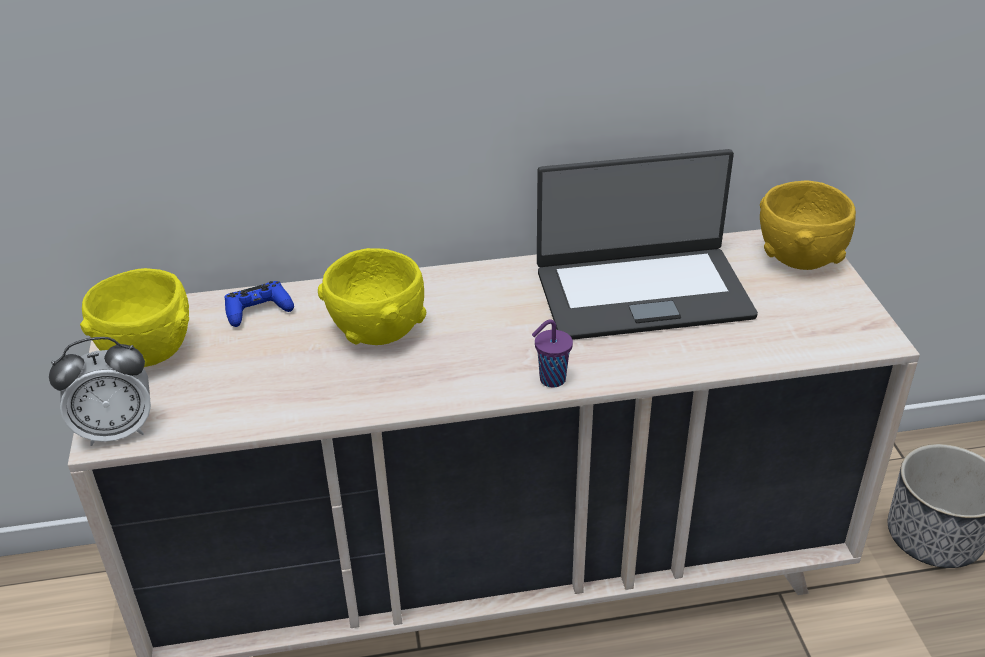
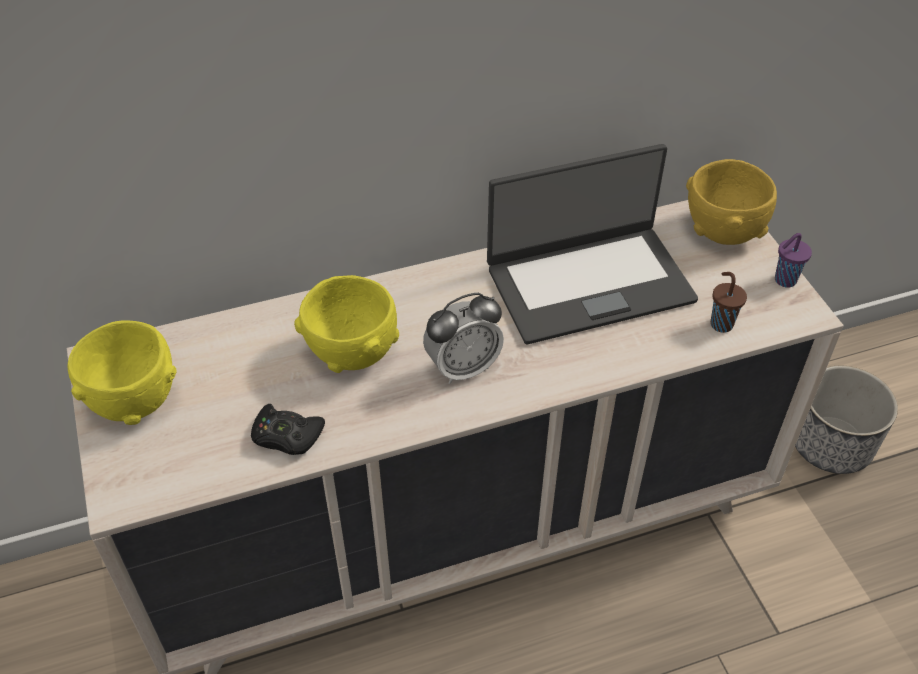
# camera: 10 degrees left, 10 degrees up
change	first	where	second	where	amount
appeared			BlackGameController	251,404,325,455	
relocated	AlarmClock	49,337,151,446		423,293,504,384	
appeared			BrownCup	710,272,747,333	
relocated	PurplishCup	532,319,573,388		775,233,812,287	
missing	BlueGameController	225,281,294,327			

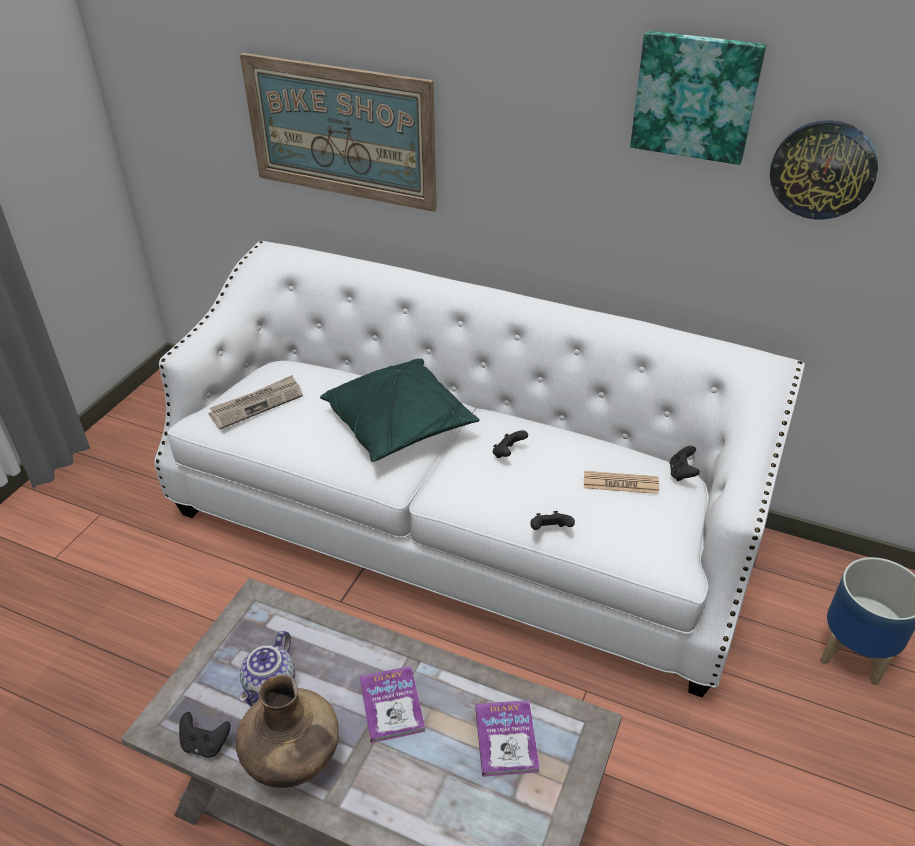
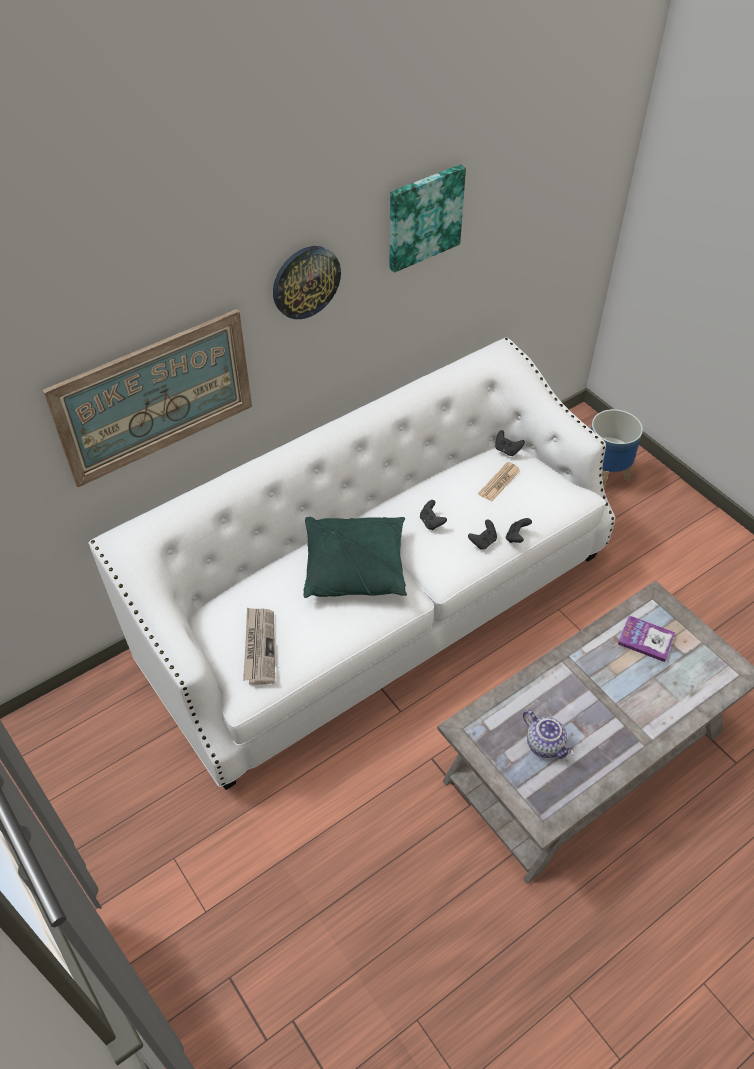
# camera: 60 degrees left, 10 degrees up
change	first	where	second	where	amount
relocated	ClockOnTheWall	770,120,878,219		273,246,341,319	
relocated	BlackGameController	179,712,231,758		468,520,497,550	
missing	BrownVase	236,675,339,788			
missing	BoundBook	360,666,426,743			

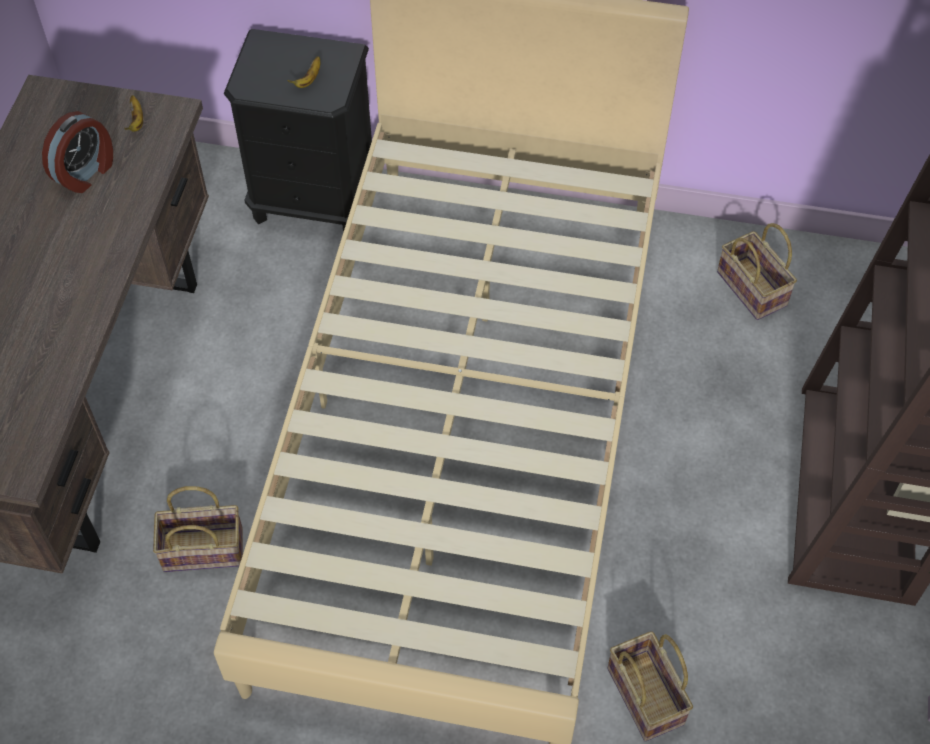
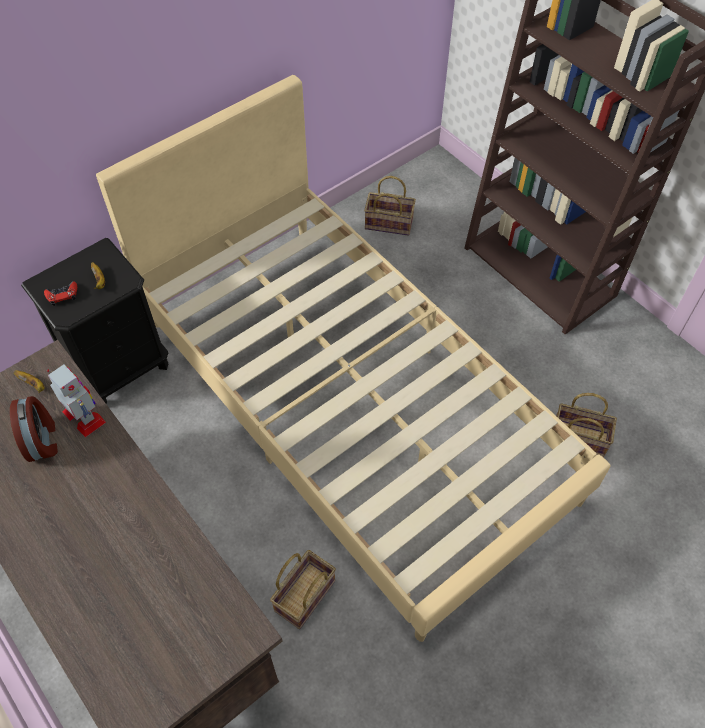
# camera: 50 degrees left, 0 degrees up
change	first	where	second	where	amount
appeared			ReddishGameController	44,281,77,306	
appeared			RobotFigure	47,364,106,437	

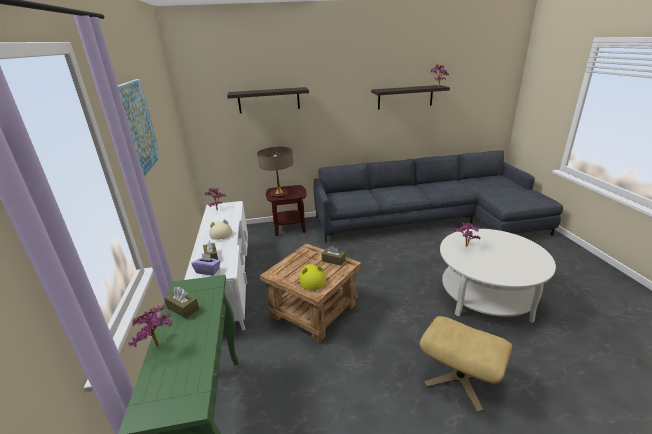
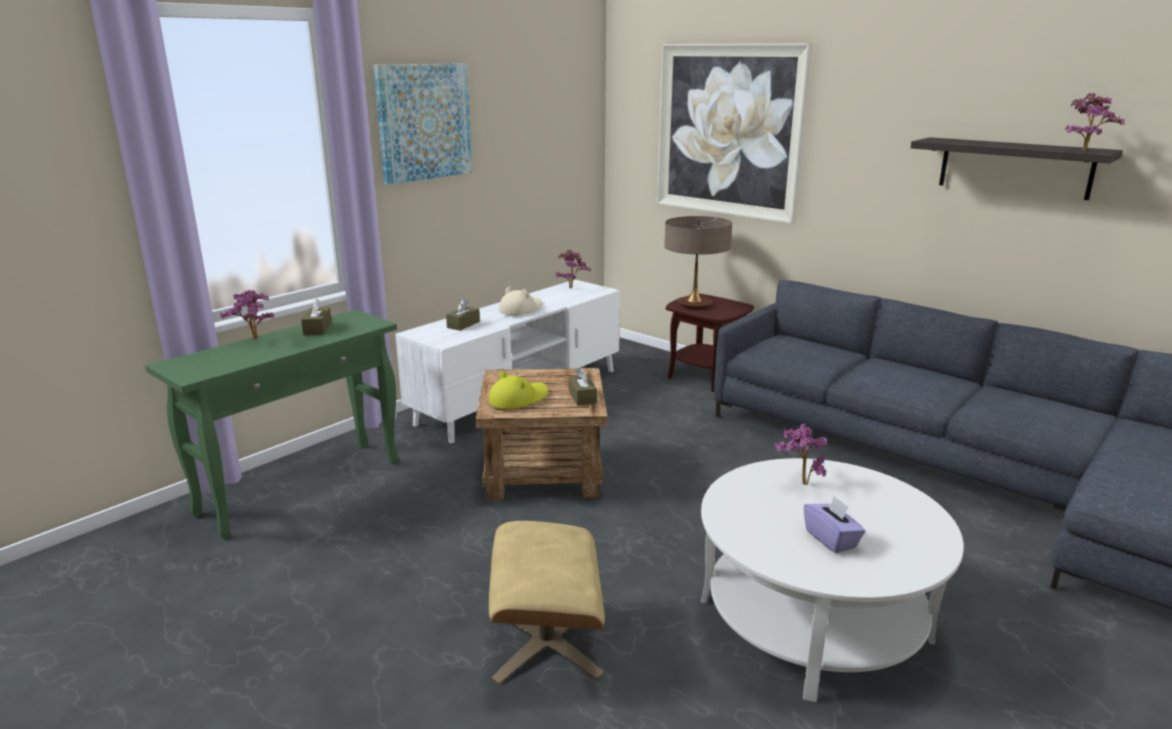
# camera: 50 degrees right, 5 degrees down
change	first	where	second	where	amount
exchanged	WallShelf	227,87,309,113	WallArt	657,43,813,224	
relocated	PurplishTissueBox	191,254,221,275		804,496,866,553	

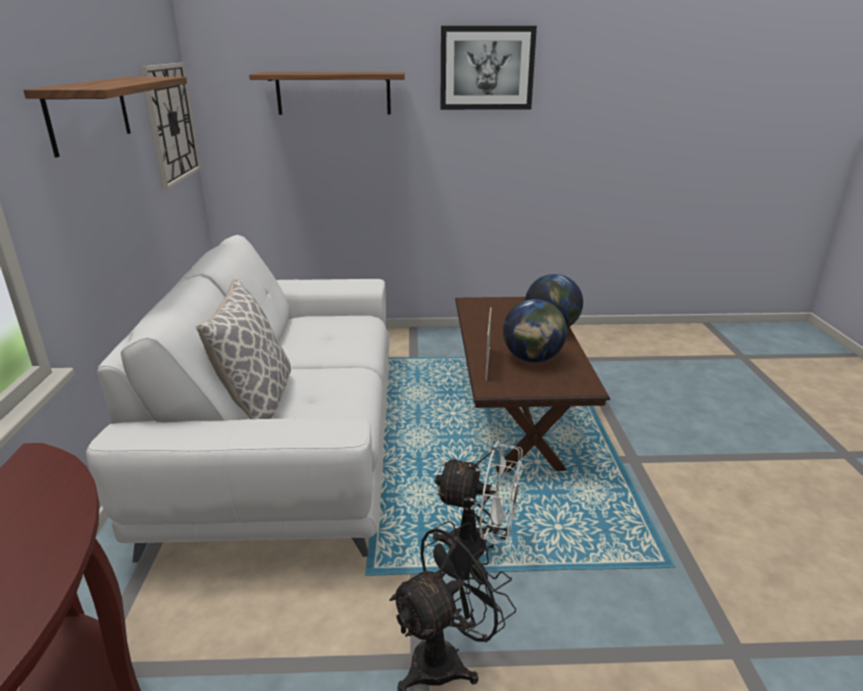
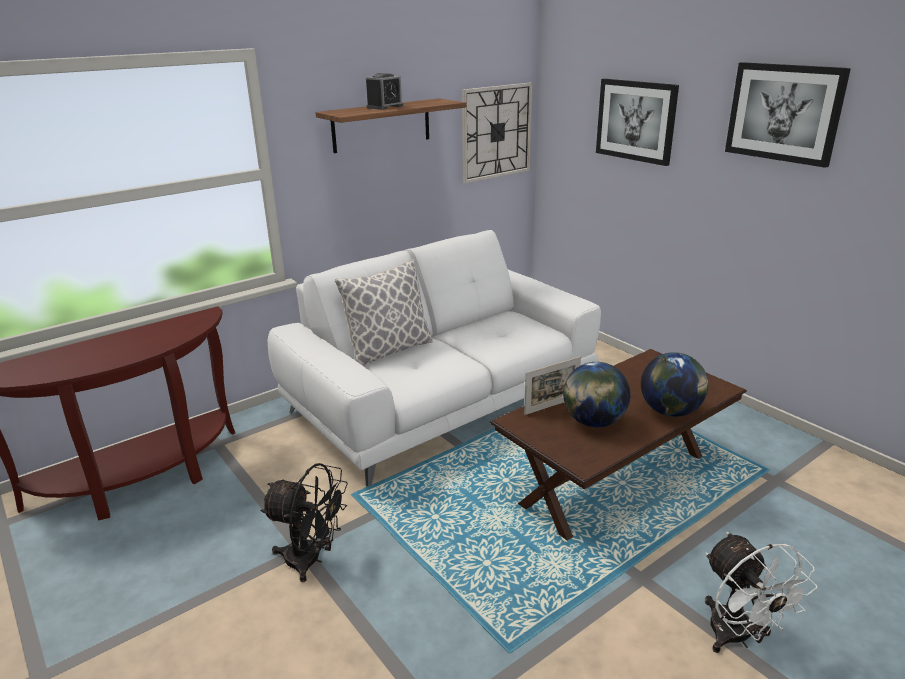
# camera: 55 degrees right, 0 degrees up
change	first	where	second	where	amount
appeared			AlarmClock	366,73,403,110	
exchanged	WallShelf	249,72,405,115	WallArt	596,79,679,166	
relocated	WhitishCoolingFan	433,441,523,560		705,532,817,653	

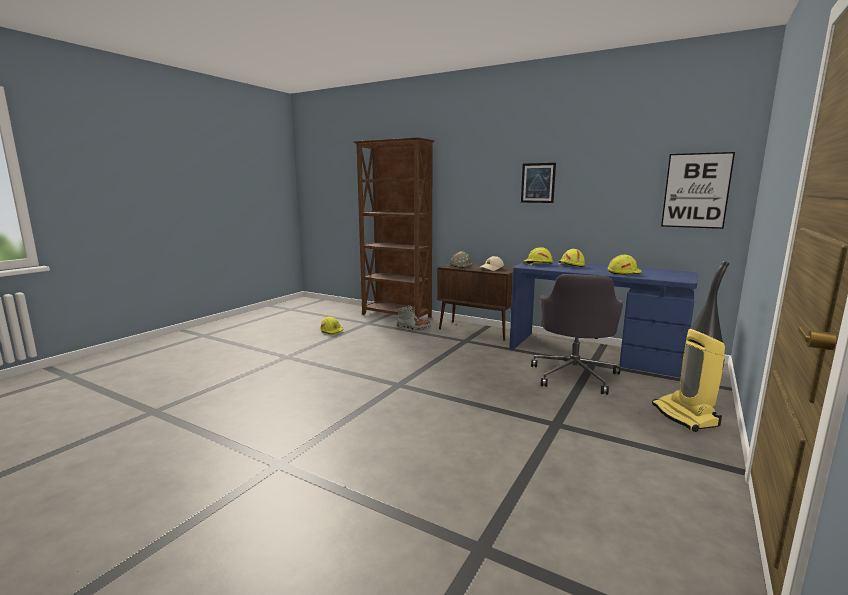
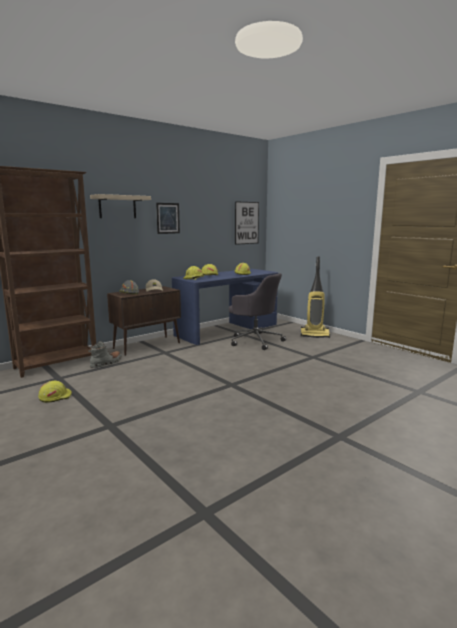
# camera: 70 degrees left, 0 degrees up
change	first	where	second	where	amount
appeared			BeigeColouredWallShelf	90,194,151,218	

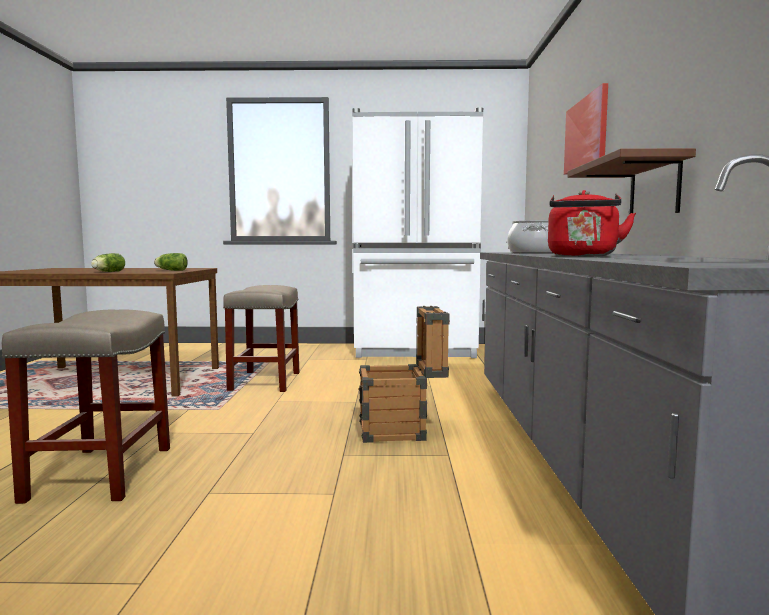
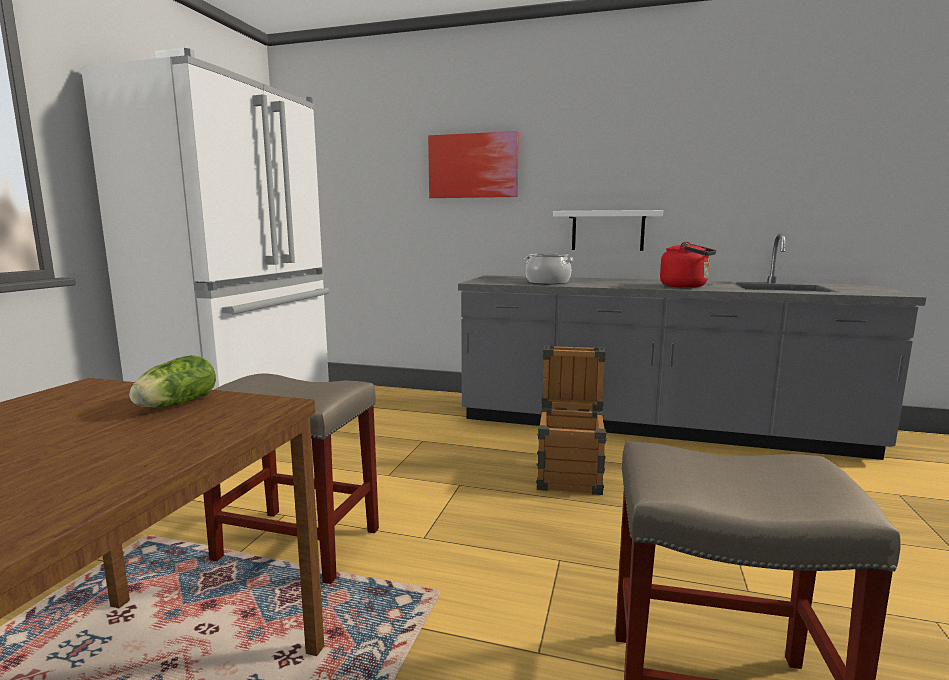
# camera: 75 degrees left, 5 degrees up
change	first	where	second	where	amount
colour	BrownWallShelf	567,148,696,213	WhitishWallShelf	553,210,663,251	
missing	HeadOfLettuce	91,253,125,272			

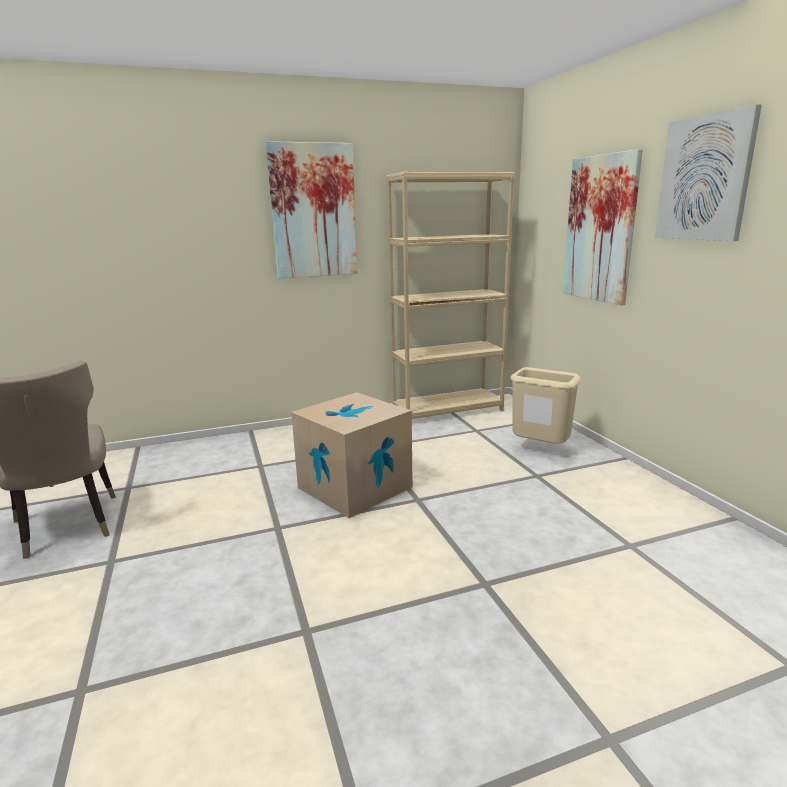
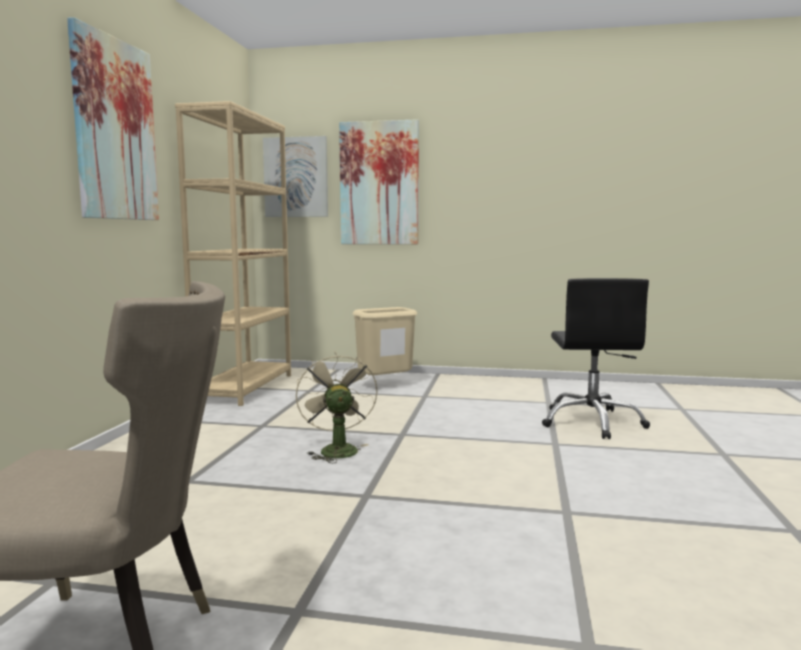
# camera: 60 degrees left, 10 degrees down
change	first	where	second	where	amount
relocated	WallArt	655,104,762,241		263,136,328,217	
exchanged	PackingBox	291,392,413,518	BeigeColouredCoolingFan	296,352,378,463	
appeared			BlackComputerChair	542,278,650,439	

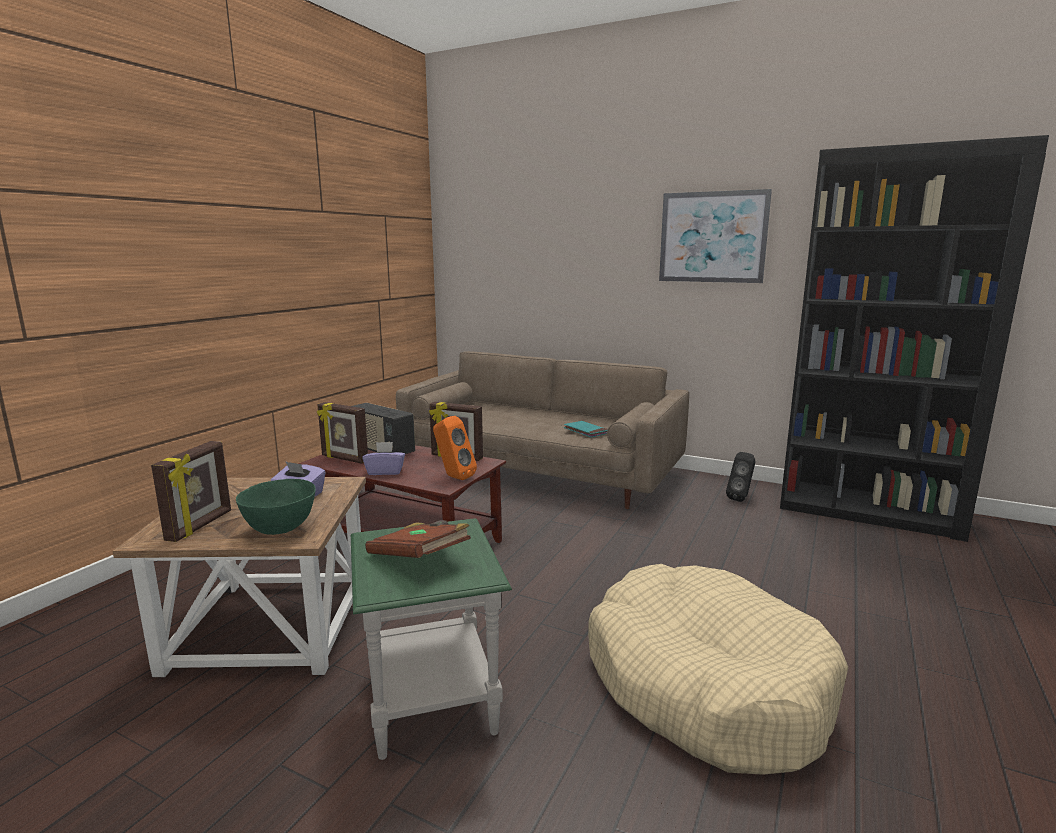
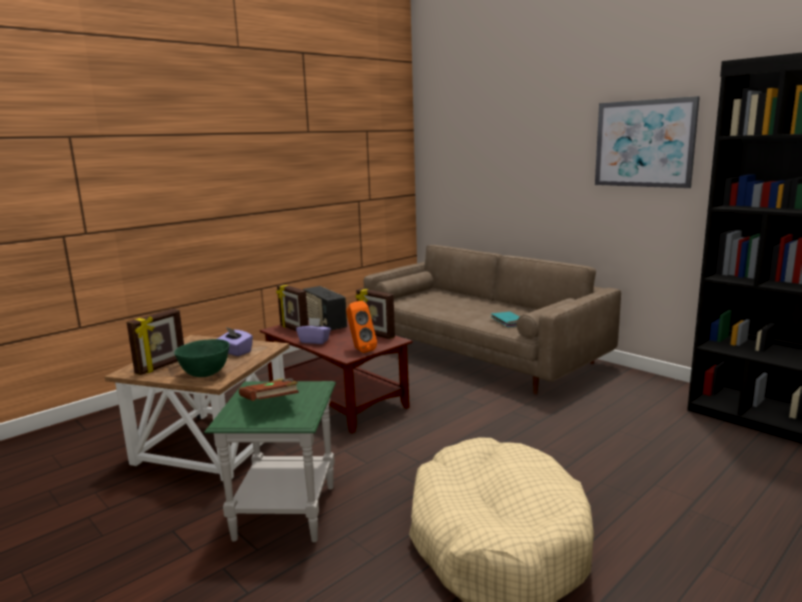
# camera: 20 degrees right, 0 degrees up
change	first	where	second	where	amount
missing	BlackSpeaker	726,452,756,502			

